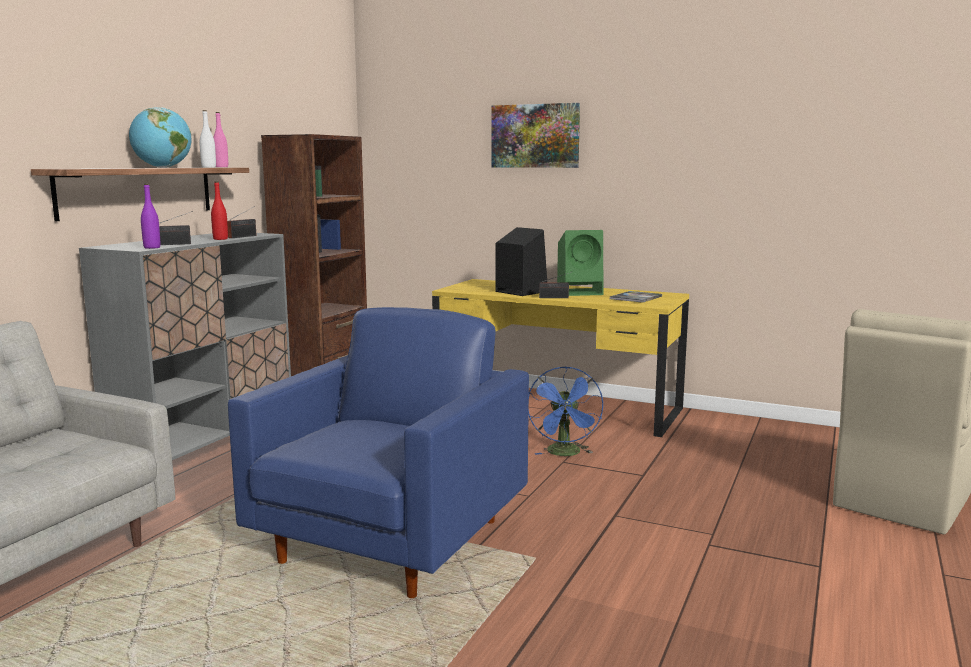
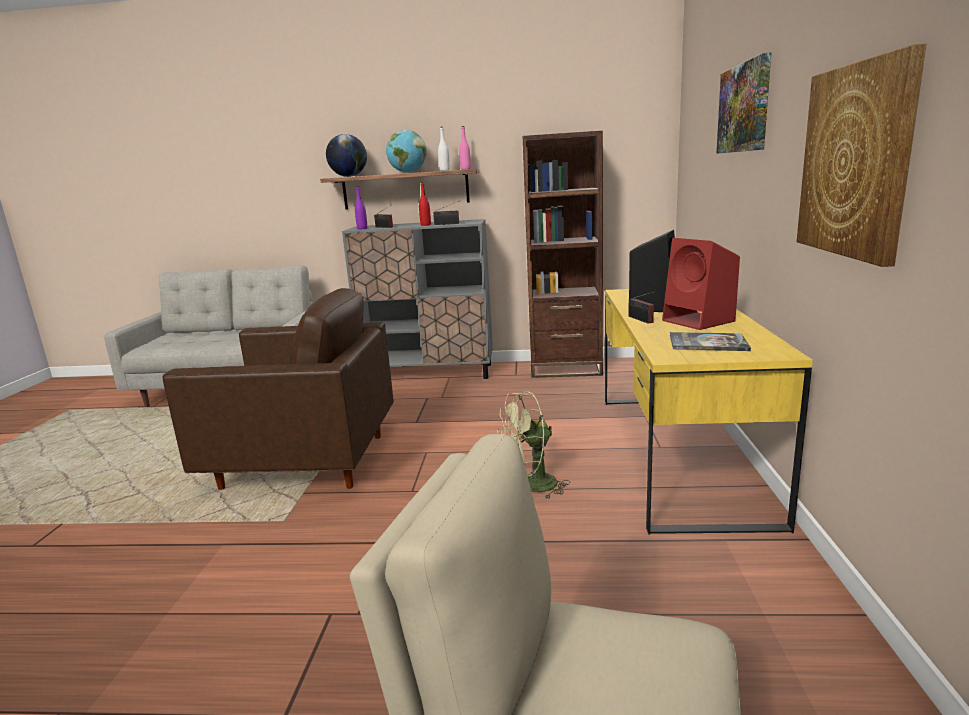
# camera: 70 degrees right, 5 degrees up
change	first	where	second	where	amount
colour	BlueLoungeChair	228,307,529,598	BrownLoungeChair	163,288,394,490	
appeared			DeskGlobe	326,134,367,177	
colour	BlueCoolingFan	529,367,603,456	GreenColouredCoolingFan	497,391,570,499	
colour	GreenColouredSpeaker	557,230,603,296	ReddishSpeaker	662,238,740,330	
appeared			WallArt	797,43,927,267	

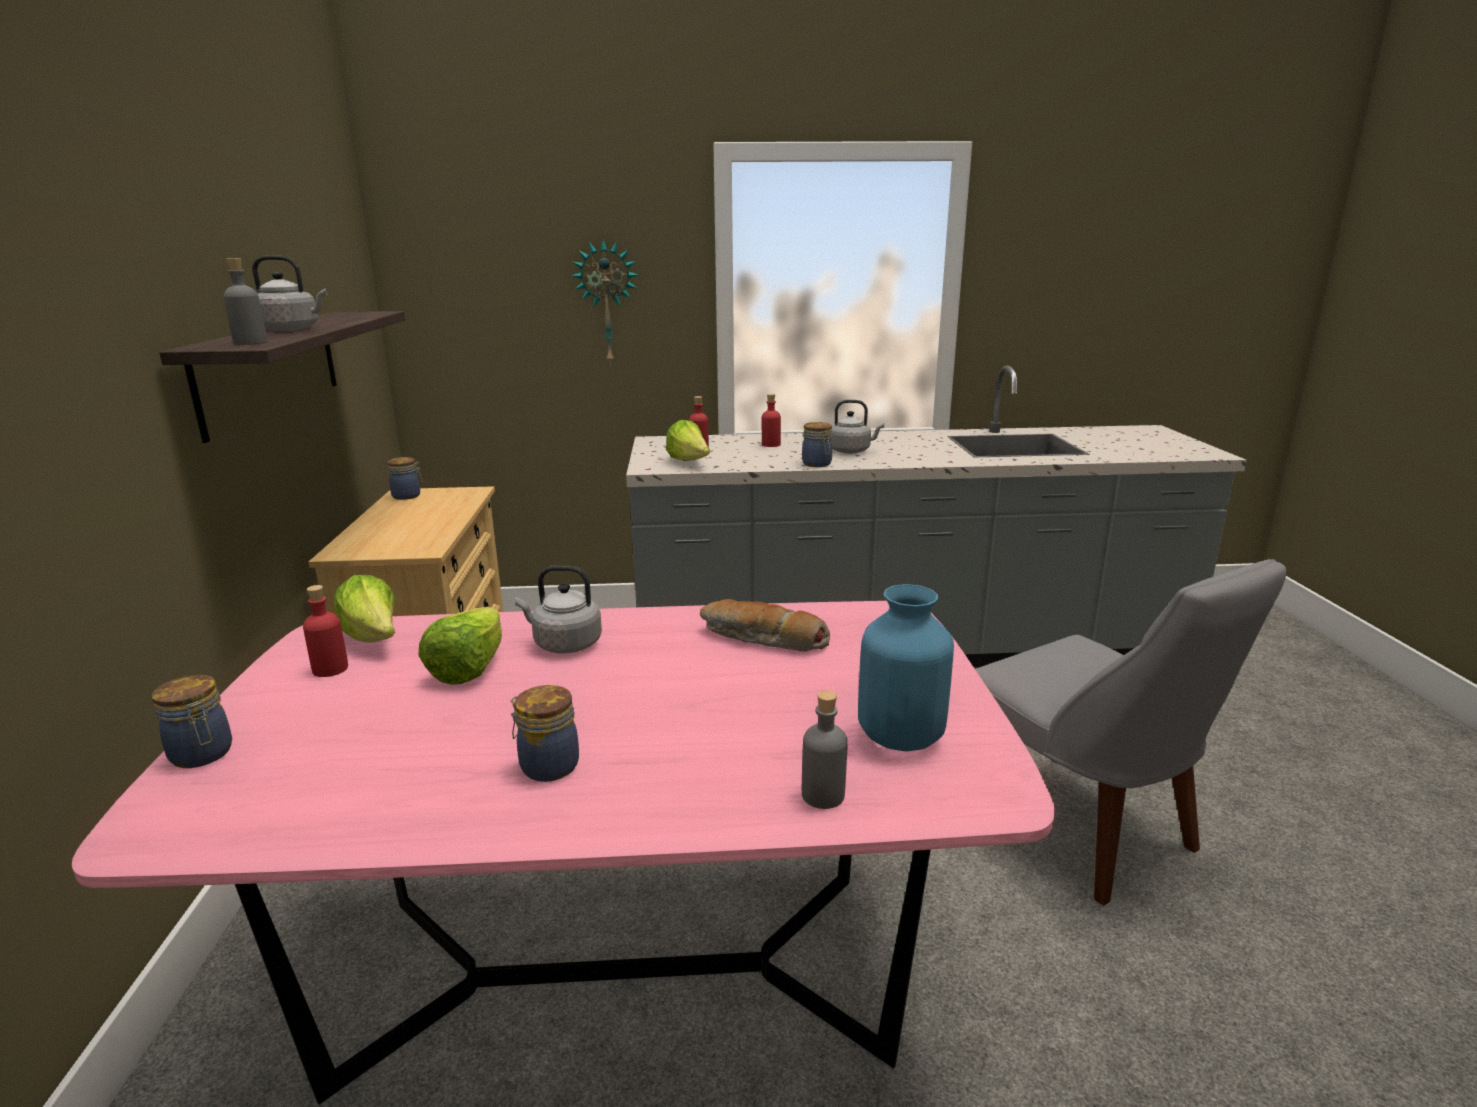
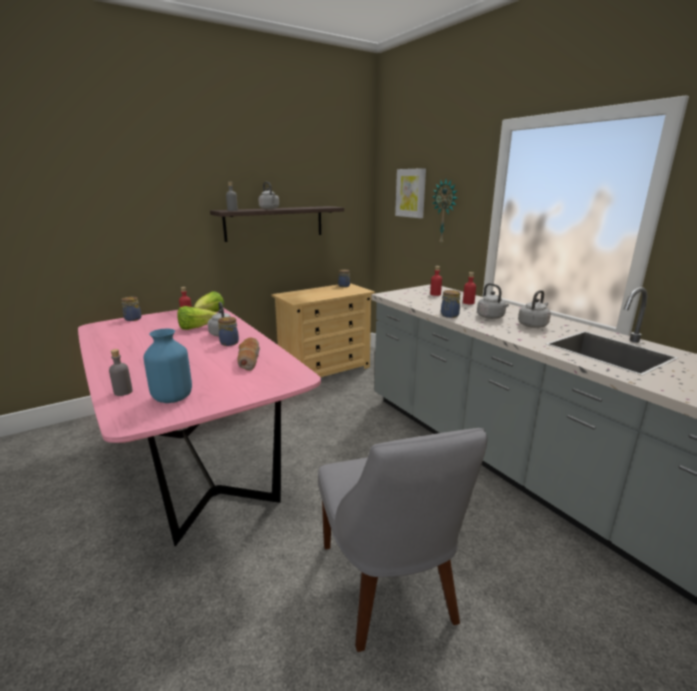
# camera: 60 degrees right, 0 degrees up
change	first	where	second	where	amount
relocated	PreserveJar	511,685,579,782		218,317,239,346	
spun	GreyPlainChair	975,559,1286,905		318,428,487,652	45 degrees counterclockwise
appeared			WallArt	395,168,426,218	
appeared			GreyWaterKettle	518,290,551,328	
missing	HeadOfLettuce	666,420,710,461			

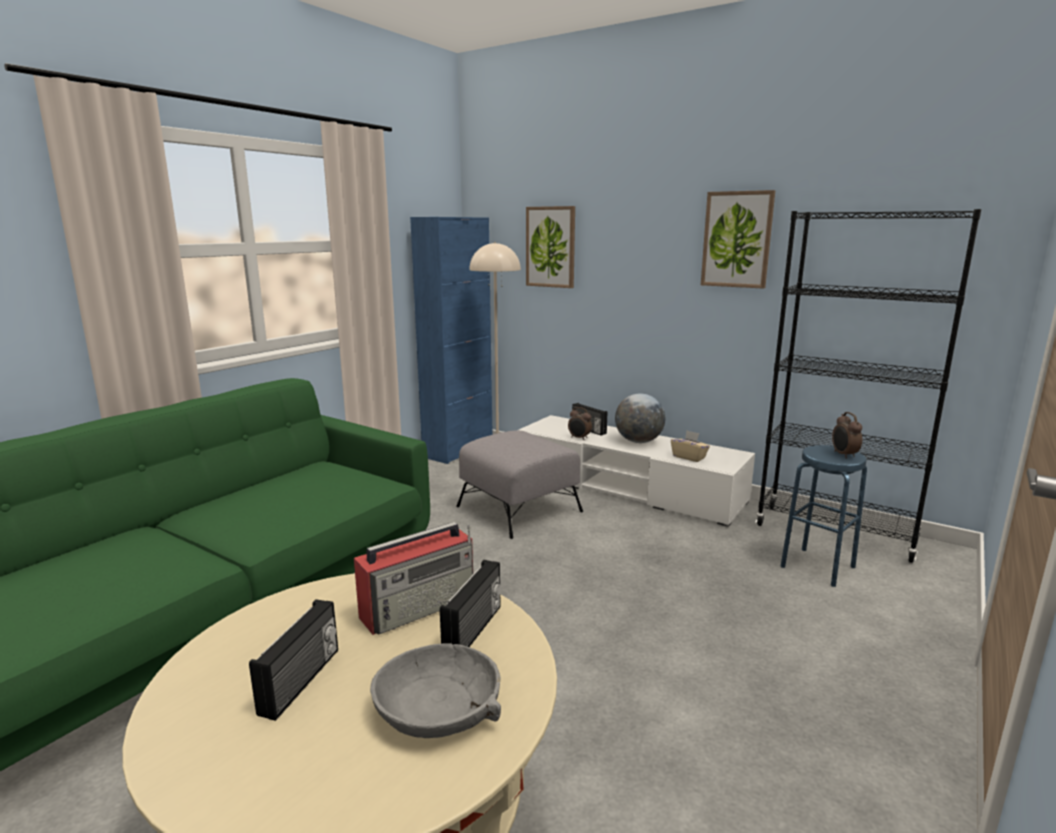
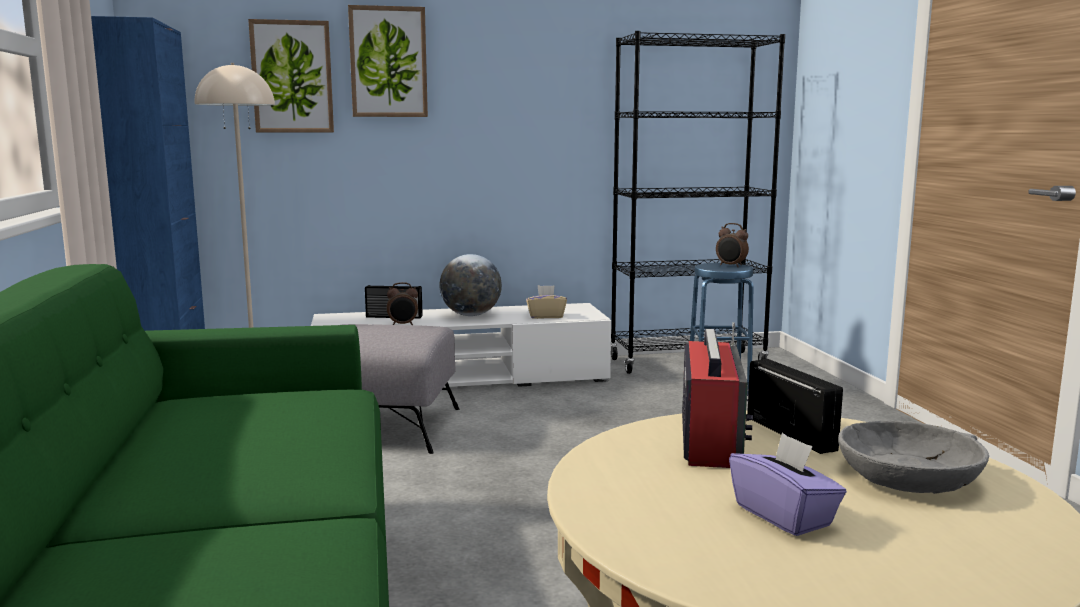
# camera: 45 degrees left, 5 degrees down
change	first	where	second	where	amount
relocated	WallArt	701,190,775,289		348,5,428,117	
exchanged	RadioReceiver	249,599,338,721	PurplishTissueBox	729,432,847,536	

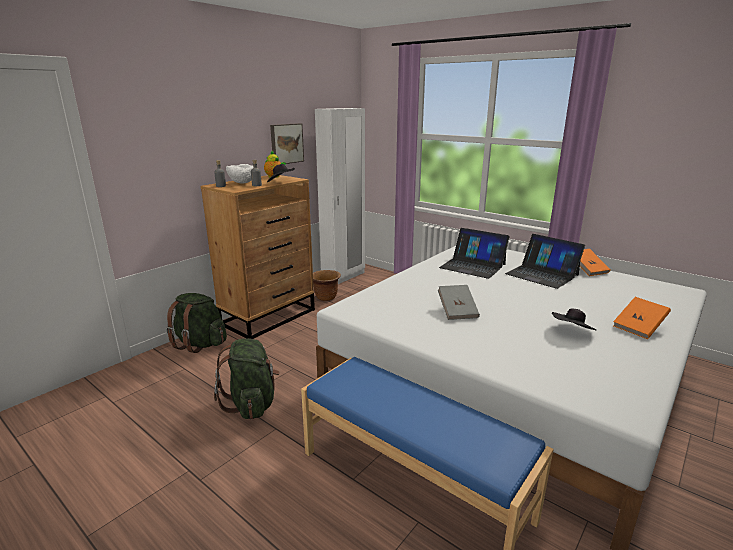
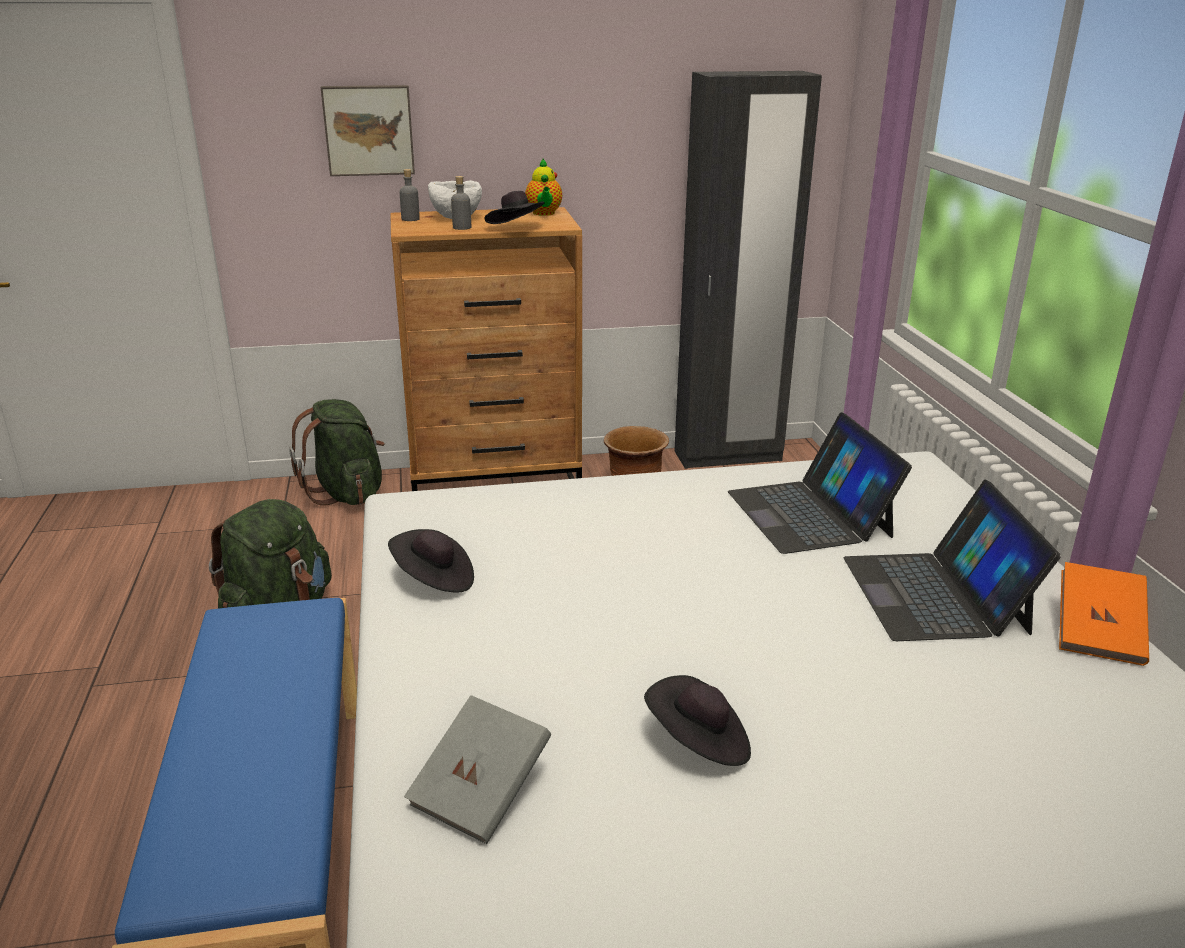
# camera: 40 degrees right, 5 degrees up
change	first	where	second	where	amount
relocated	WallArt	270,123,304,164		321,85,415,176	
appeared			BlackWearableHat	388,529,474,593	
relocated	GreyBoundBook	438,285,480,320		404,695,551,844	
colour	WhitishWardrobe	315,108,365,284	BlackWardrobe	674,71,822,469	
missing	OrangeColouredBoundBook	613,297,671,339			

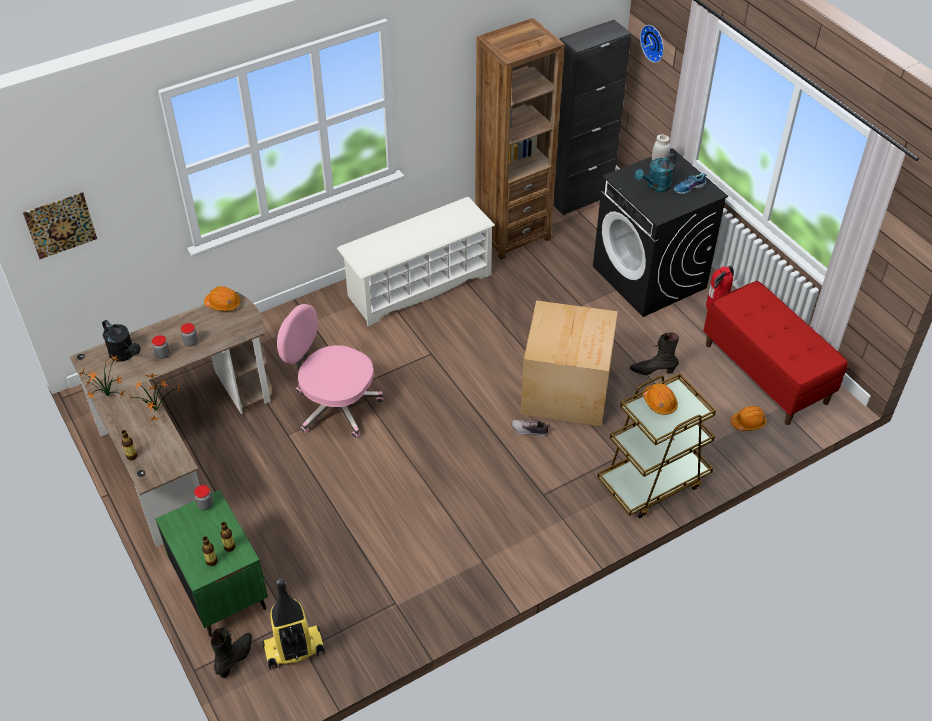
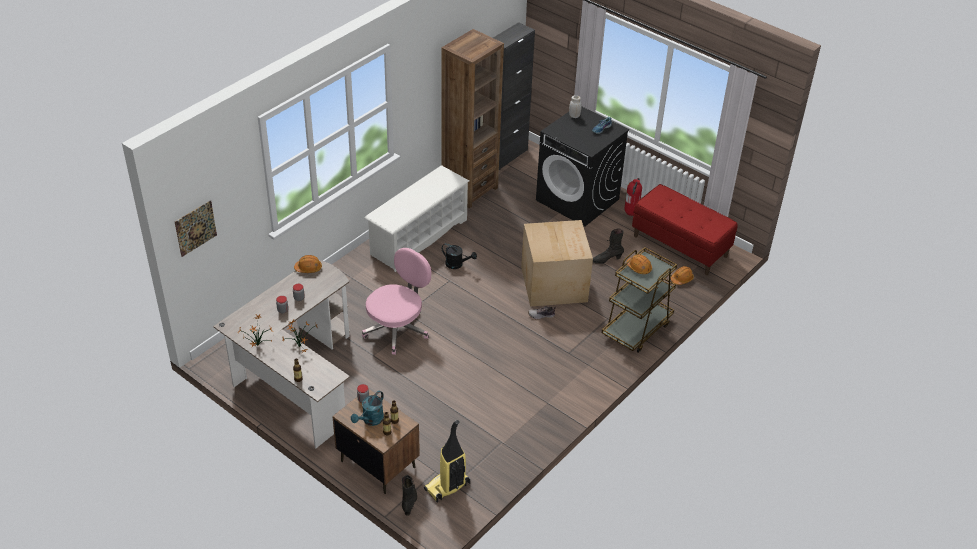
# camera: 20 degrees left, 5 degrees down
change	first	where	second	where	amount
colour	GreenColouredNightTable	155,490,268,637	BrownNightTable	332,389,420,494	
relocated	TurquoiseSprinklingCan	635,154,676,192		351,391,384,426	
spun	PinkColouredComputerChair	277,304,383,438		362,248,431,355	120 degrees clockwise
relocated	BlackSprinklingCan	102,320,140,362		442,243,477,269	
missing	ClockOnTheWall	640,25,664,63			

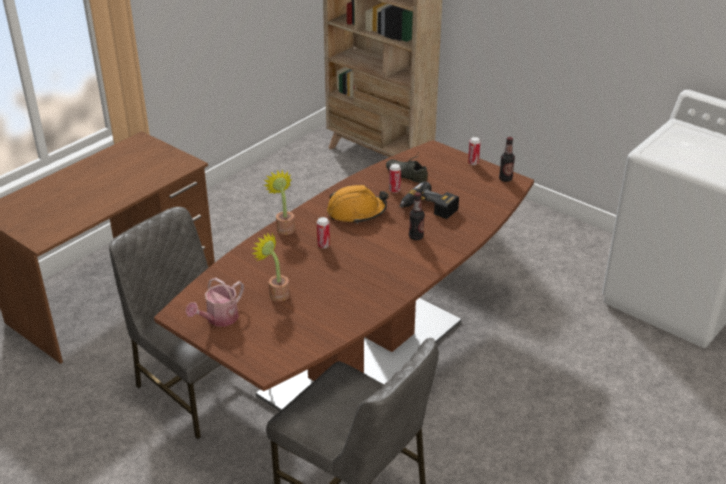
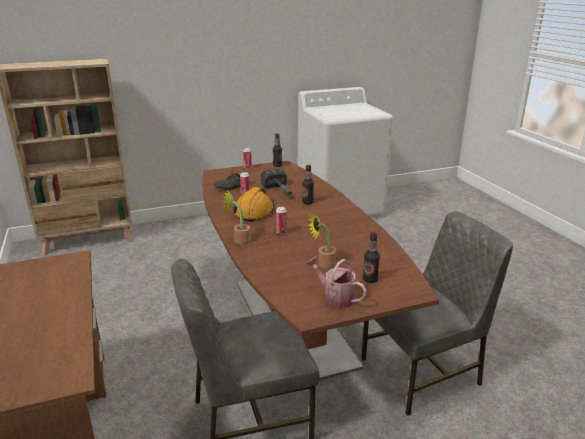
# camera: 60 degrees left, 10 degrees down
change	first	where	second	where	amount
exchanged	Drill	399,181,459,219	Hammer	261,169,292,195	
spun	SprinklingCan	186,278,244,327		306,256,367,308	150 degrees clockwise
appeared			DrinkBottle	363,232,380,283	

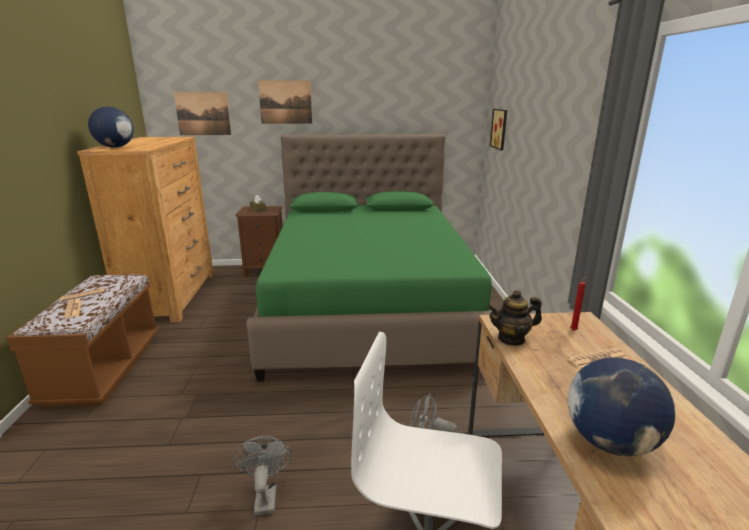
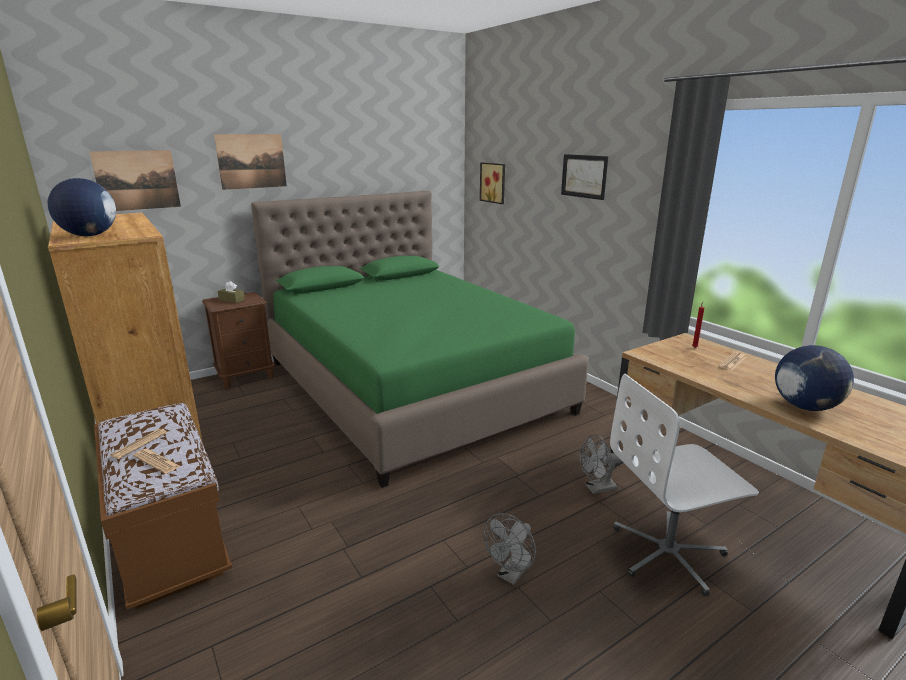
# camera: 30 degrees left, 0 degrees up
change	first	where	second	where	amount
spun	GreyCoolingFan	233,436,292,515		484,513,536,585	105 degrees counterclockwise
appeared			WallArt	561,154,608,200	
missing	Teapot	488,290,542,346			

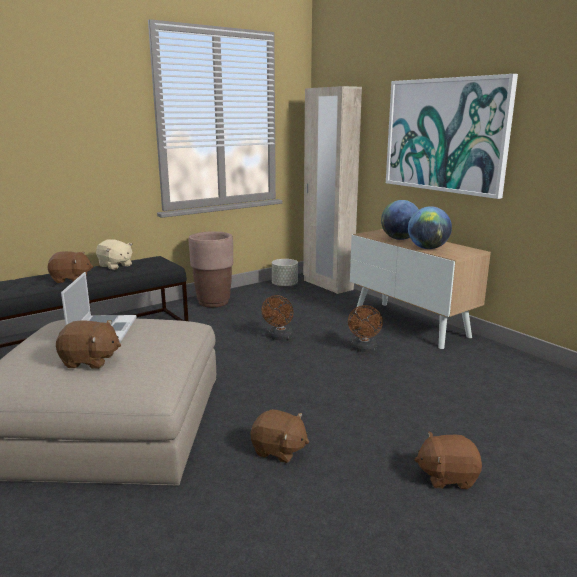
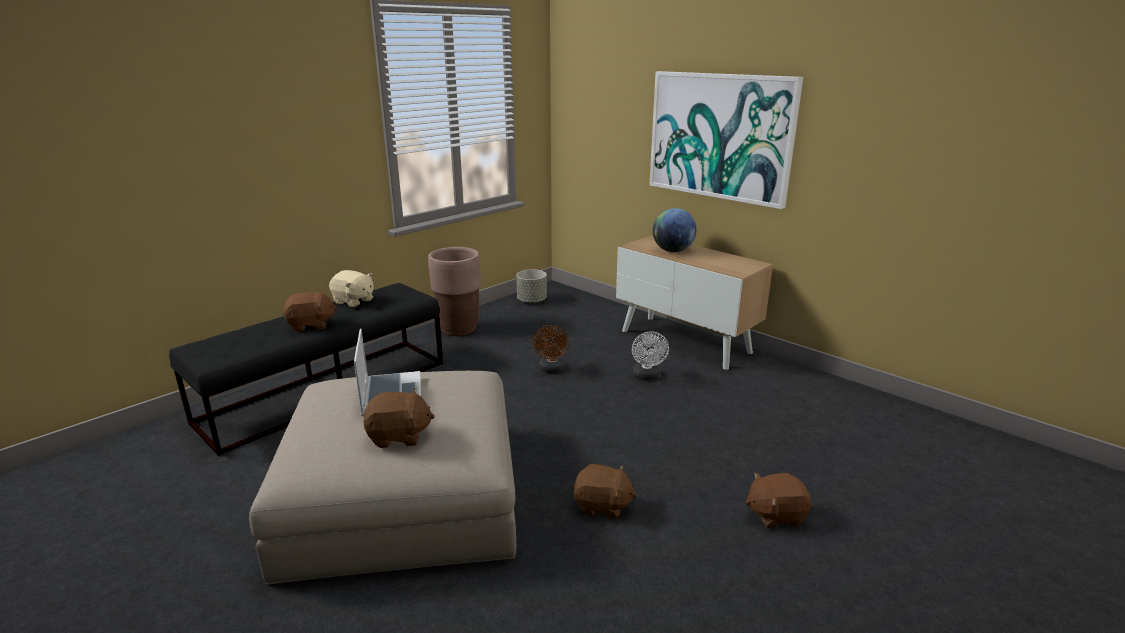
# camera: 10 degrees left, 5 degrees up
change	first	where	second	where	amount
colour	BrownCoolingFan	348,305,383,352	WhitishCoolingFan	632,331,669,380	
missing	BeigeColouredWardrobe	303,86,362,294			
missing	DeskGlobe	408,206,452,249			

